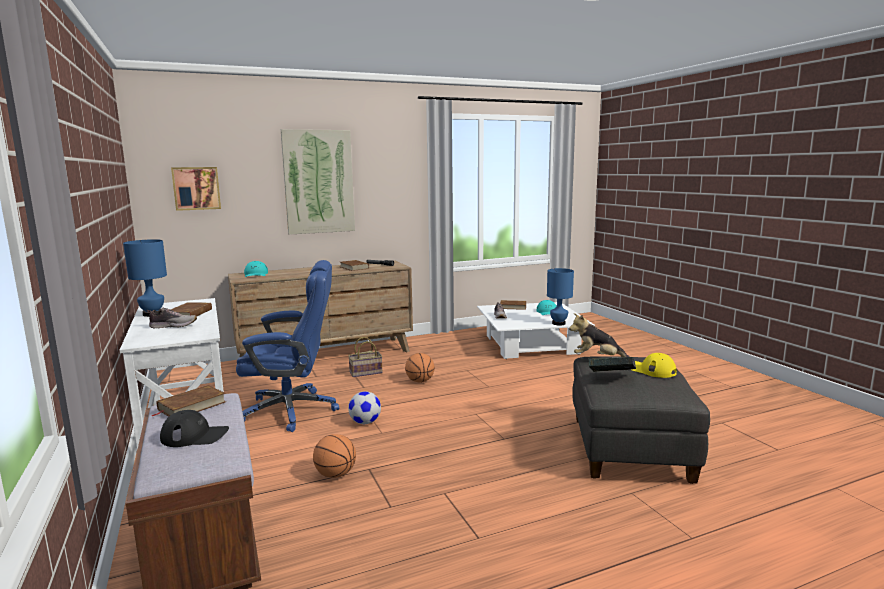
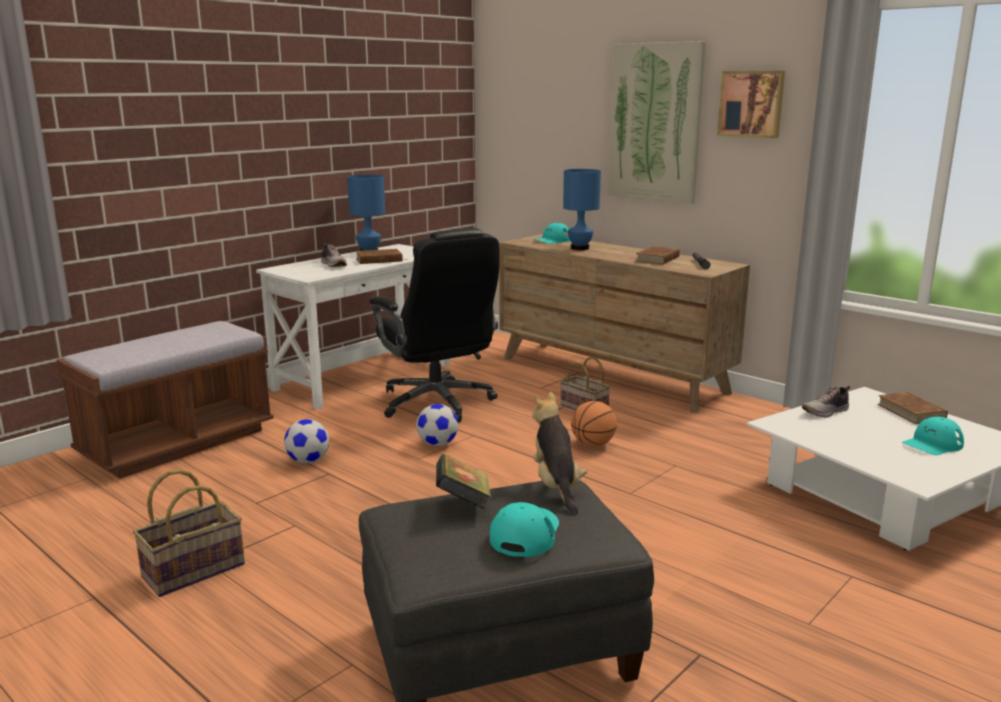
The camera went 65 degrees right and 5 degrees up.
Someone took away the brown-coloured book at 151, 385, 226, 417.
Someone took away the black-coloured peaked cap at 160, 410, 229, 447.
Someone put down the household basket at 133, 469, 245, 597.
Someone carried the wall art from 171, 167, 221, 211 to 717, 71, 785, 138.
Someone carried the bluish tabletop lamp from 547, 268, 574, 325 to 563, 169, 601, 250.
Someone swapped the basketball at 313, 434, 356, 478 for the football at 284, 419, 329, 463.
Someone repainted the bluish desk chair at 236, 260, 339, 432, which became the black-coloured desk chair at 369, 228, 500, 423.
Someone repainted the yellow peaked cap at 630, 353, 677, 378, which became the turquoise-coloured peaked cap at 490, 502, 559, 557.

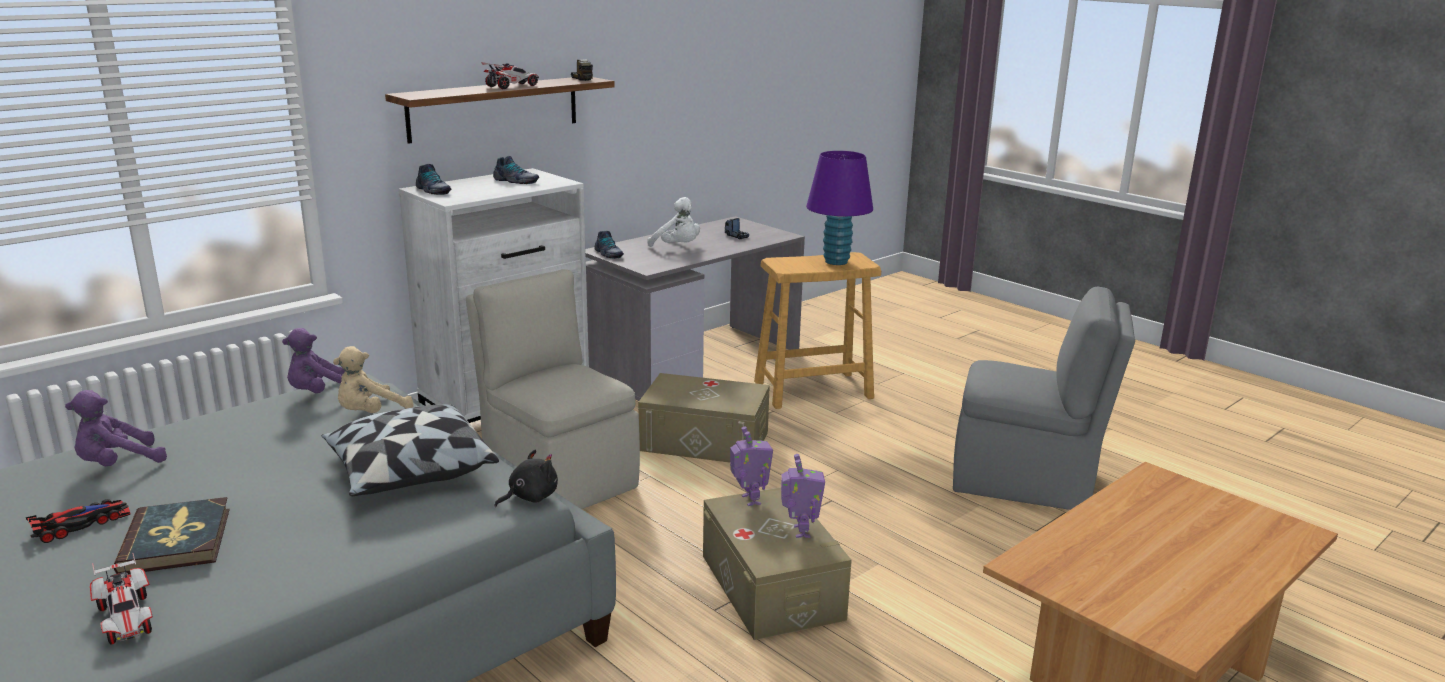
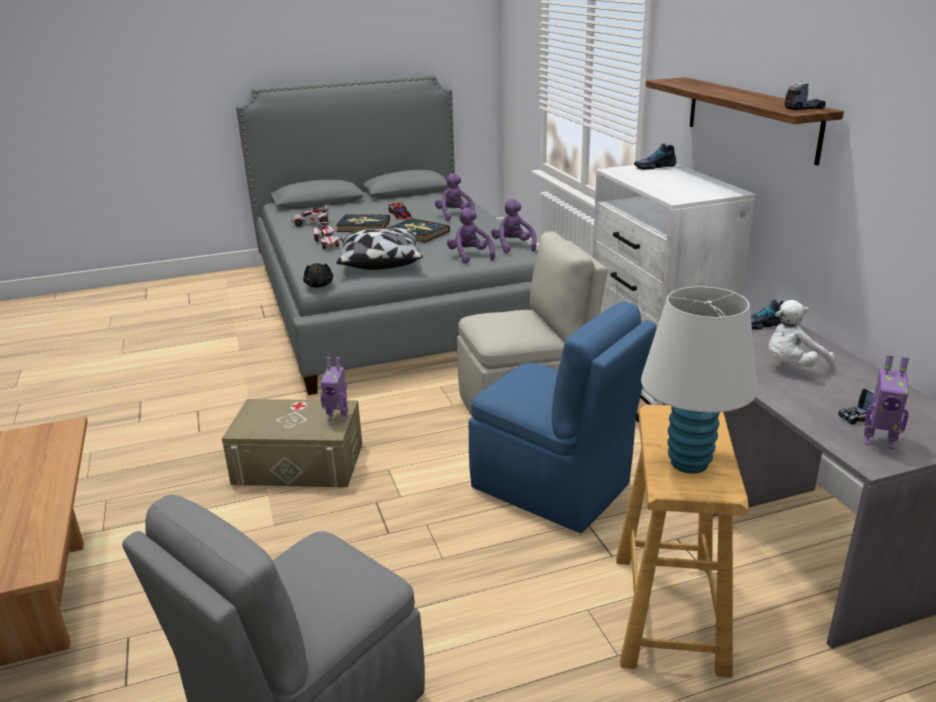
The camera went 115 degrees right and 5 degrees up.
Someone took away the shoe at 493, 156, 539, 184.
Someone put down the book at 388, 218, 450, 242.
Someone carried the model car from 481, 62, 539, 89 to 312, 219, 339, 249.
Someone carried the toy robot from 781, 454, 825, 538 to 864, 355, 909, 449.
Someone swapped the beige storage box at 638, 373, 770, 463 for the bluish plain chair at 469, 301, 657, 533.
Someone repainted the beige soft toy at 333, 346, 414, 413, which became the purple soft toy at 447, 207, 495, 264.
Someone repainted the purple tabletop lamp at 806, 151, 873, 265, which became the whitish tabletop lamp at 641, 286, 758, 474.

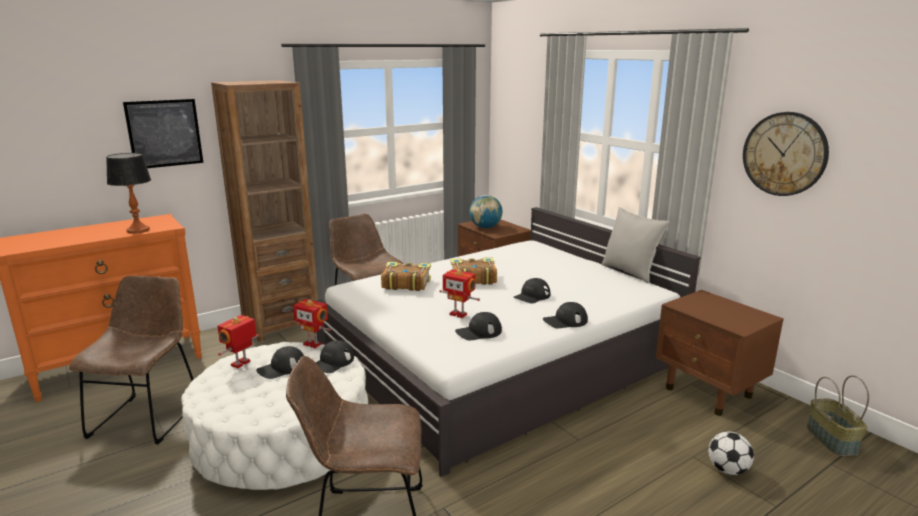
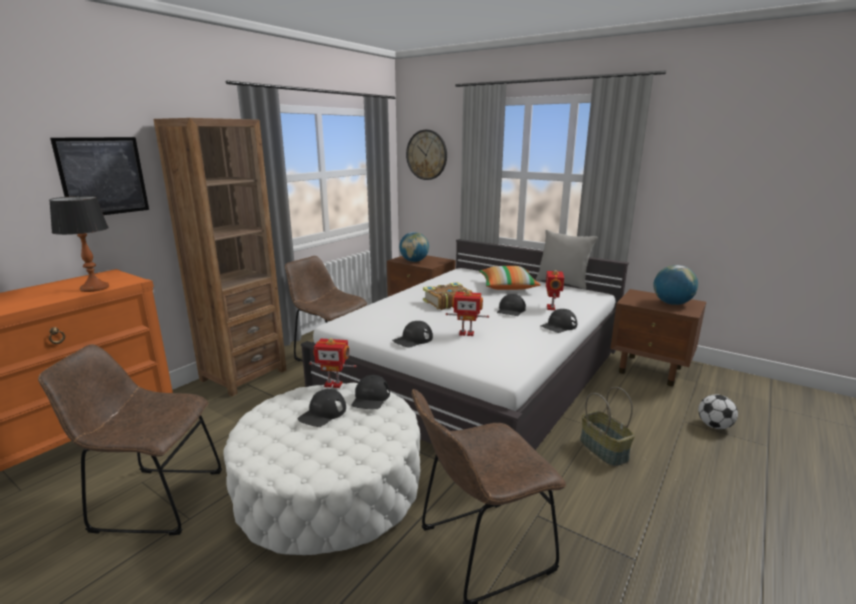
The camera went 20 degrees left and 0 degrees up.
Someone took away the book at 381, 262, 431, 291.
Someone put down the pillow at 479, 266, 541, 290.
Someone put down the world globe at 653, 265, 698, 305.
Someone carried the toy robot from 217, 315, 259, 368 to 546, 270, 564, 310.
Someone carried the black-coloured peaked cap from 455, 312, 502, 341 to 392, 321, 433, 348.
Someone carried the wall clock from 743, 112, 829, 196 to 406, 130, 447, 180.
Someone carried the household basket from 807, 375, 869, 456 to 580, 387, 635, 467.
Someone rotated the brown-coloured plain chair at 69, 276, 194, 444 by 75 degrees counterclockwise.

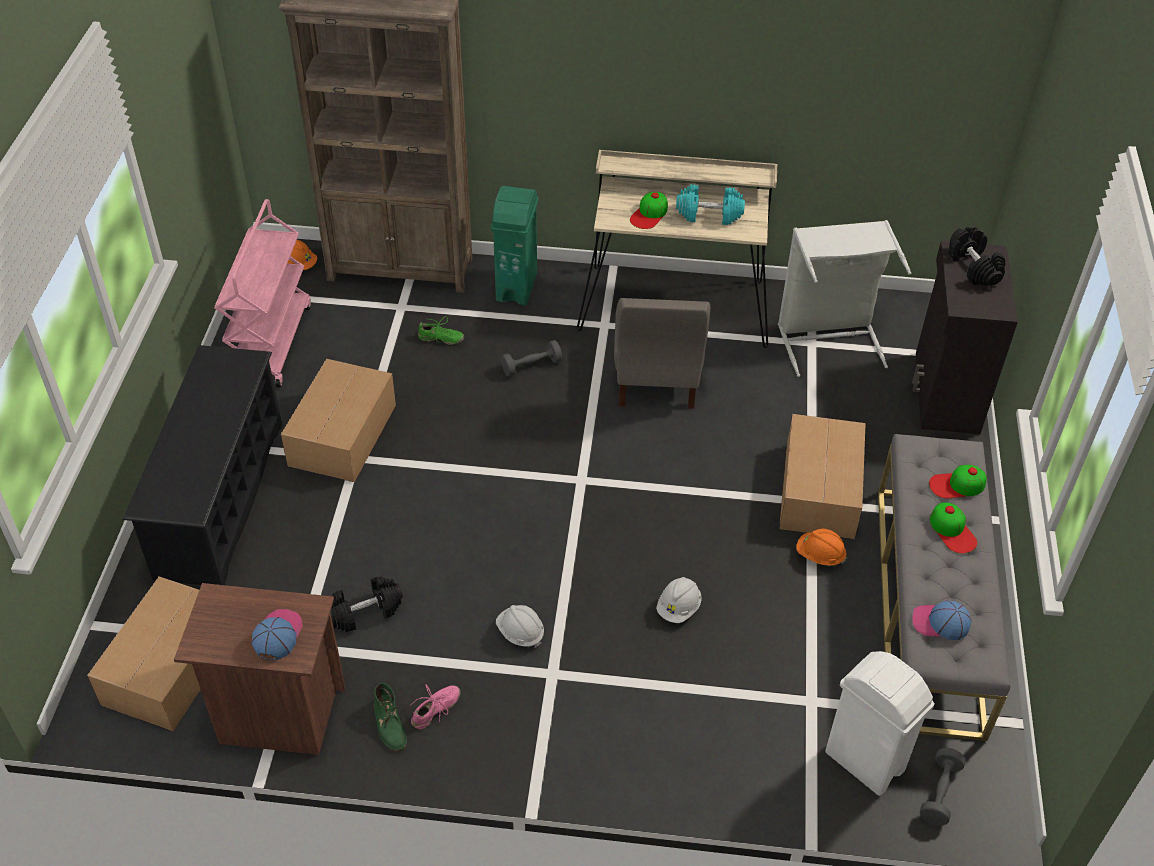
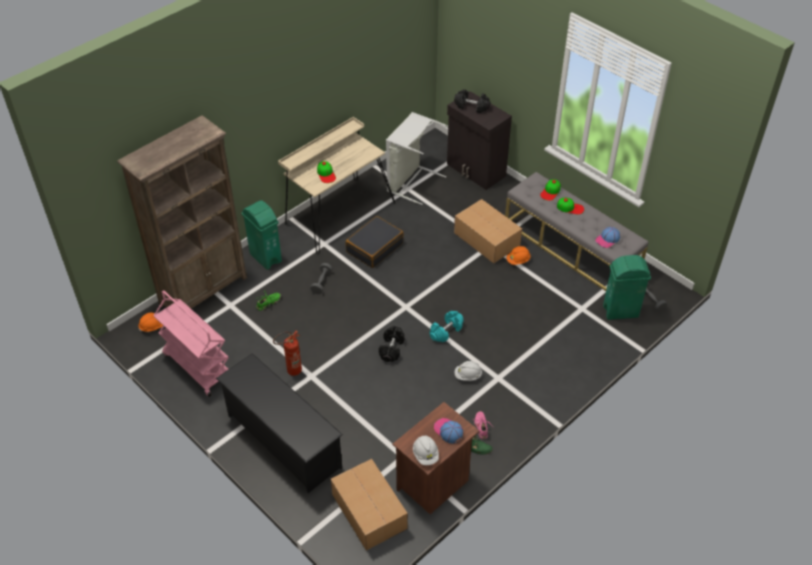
The camera went 50 degrees left and 0 degrees up.
Someone carried the black-coloured hand weight from 331, 576, 403, 632 to 379, 326, 405, 362.
Someone carried the whitish work helmet from 656, 577, 701, 623 to 413, 435, 439, 465.
Someone carried the turquoise-coloured hand weight from 676, 184, 745, 225 to 430, 311, 464, 342.
Someone swapped the packing box at 281, 359, 396, 482 for the fire-fighting cylinder at 273, 330, 302, 376.
Someone swapped the greyish plain chair at 614, 298, 710, 409 for the black-coloured piece of luggage at 346, 216, 404, 268.
Someone repainted the whitish rubbish bin at 825, 651, 934, 796, which became the green-coloured rubbish bin at 603, 255, 651, 320.

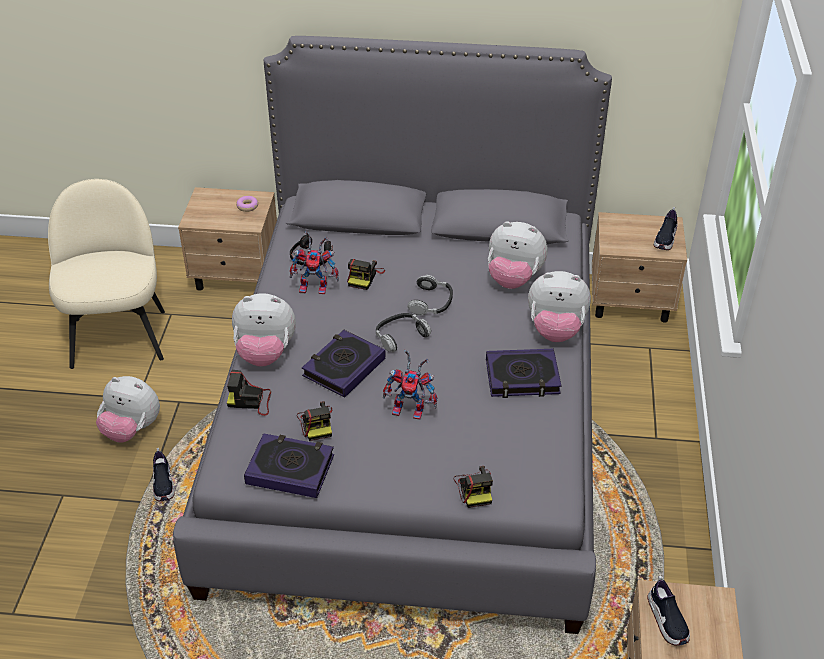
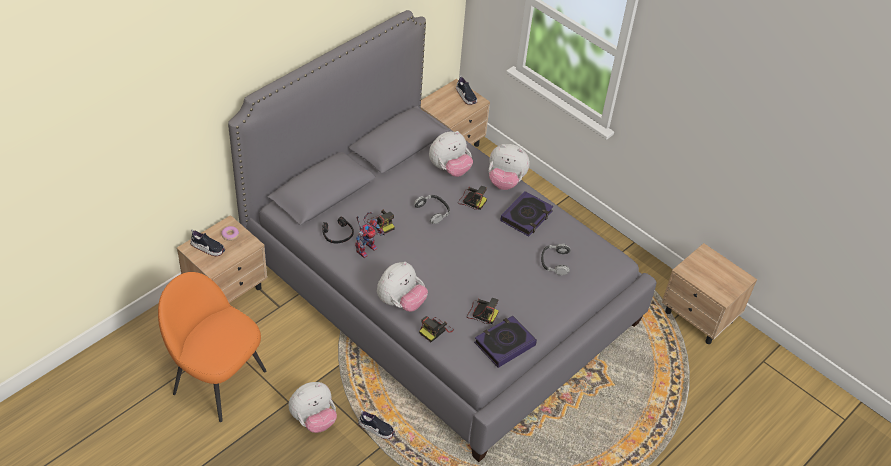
The camera went 55 degrees left and 5 degrees up.
Someone took away the book at 302, 330, 386, 398.
Someone took away the toy robot at 383, 350, 437, 420.
Someone carried the headset from 376, 313, 431, 352 to 541, 244, 571, 275.
Someone carried the still camera from 454, 466, 493, 508 to 458, 186, 487, 210.
Someone carried the shoe from 648, 576, 690, 646 to 190, 229, 225, 256.
Someone repainted the beige plain chair at 48, 179, 165, 369, which became the orangey plain chair at 158, 272, 267, 422.
Someone rotated the soft toy at 528, 271, 591, 342 by 60 degrees clockwise.

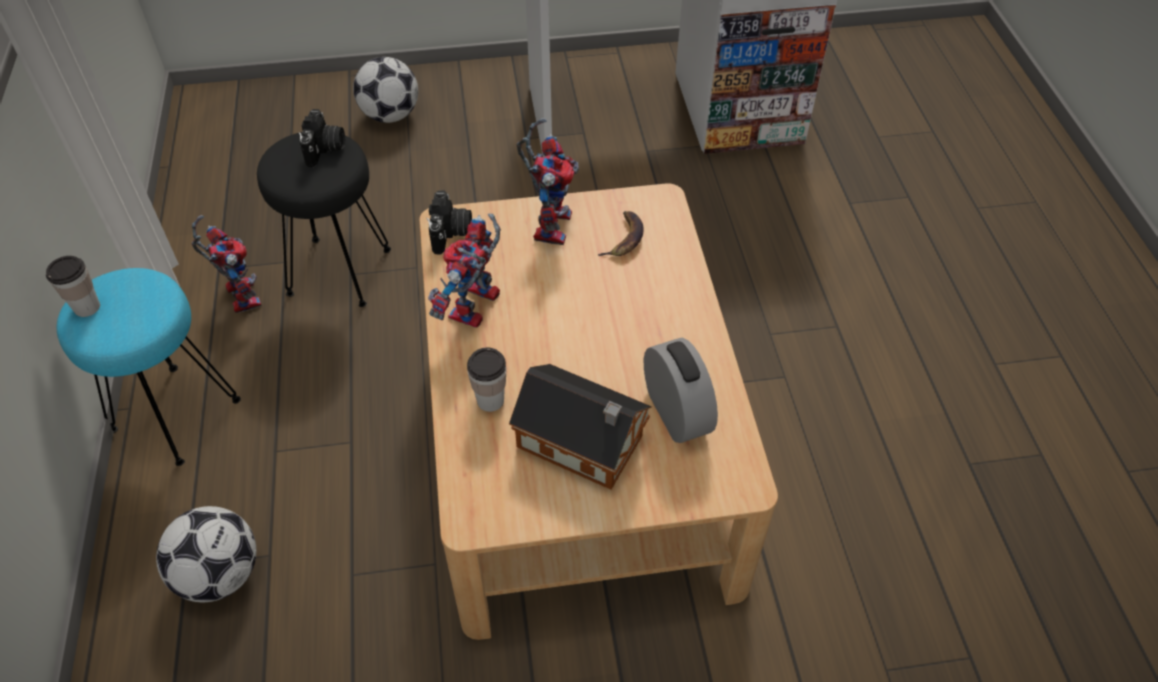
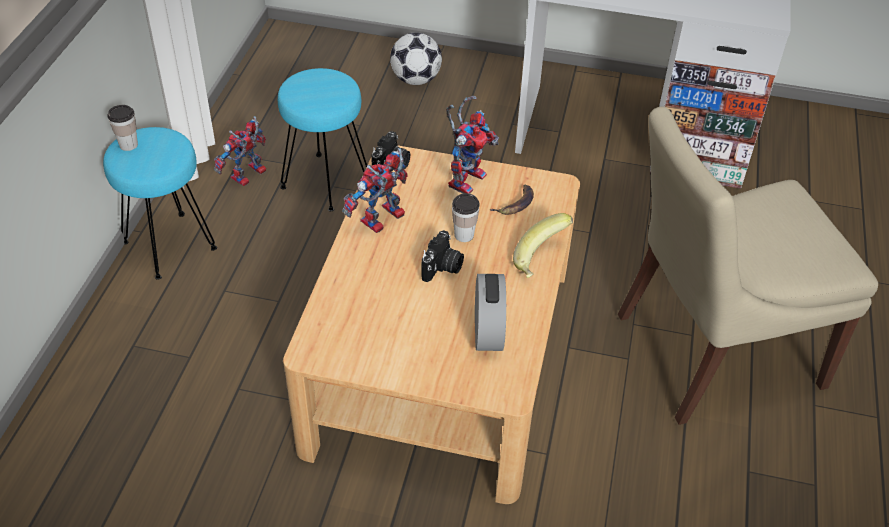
The camera went 20 degrees right and 5 degrees down.
Someone took away the football at 156, 506, 257, 602.
Someone took away the miniature house at 509, 364, 652, 490.
Someone put down the banana fruit at 513, 213, 573, 278.
Someone put down the beige plain chair at 618, 107, 878, 425.
Someone carried the still camera from 299, 109, 345, 167 to 421, 230, 464, 282.
Someone carried the cup from 467, 347, 507, 412 to 452, 193, 480, 242.
Someone repainted the black-coloured stool at 257, 132, 391, 307, which became the turquoise-coloured stool at 278, 68, 367, 211.
Someone rotated the toy robot at 192, 215, 262, 313 by 135 degrees counterclockwise.

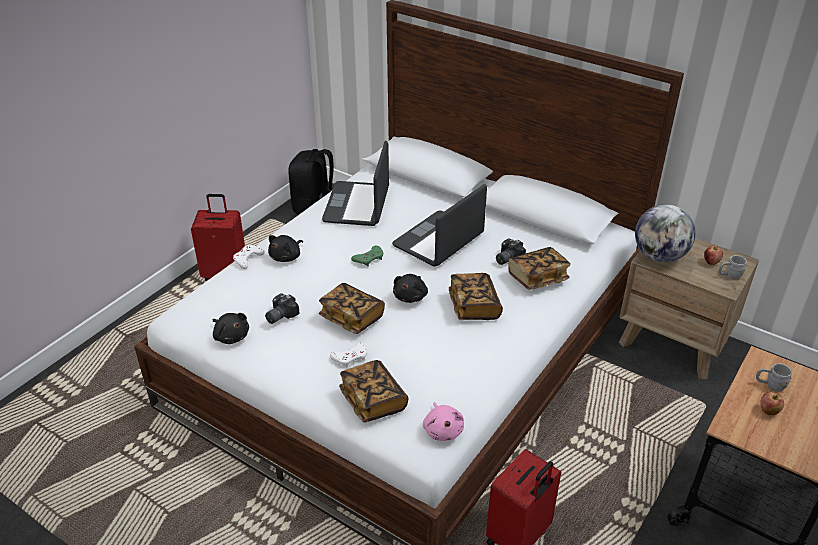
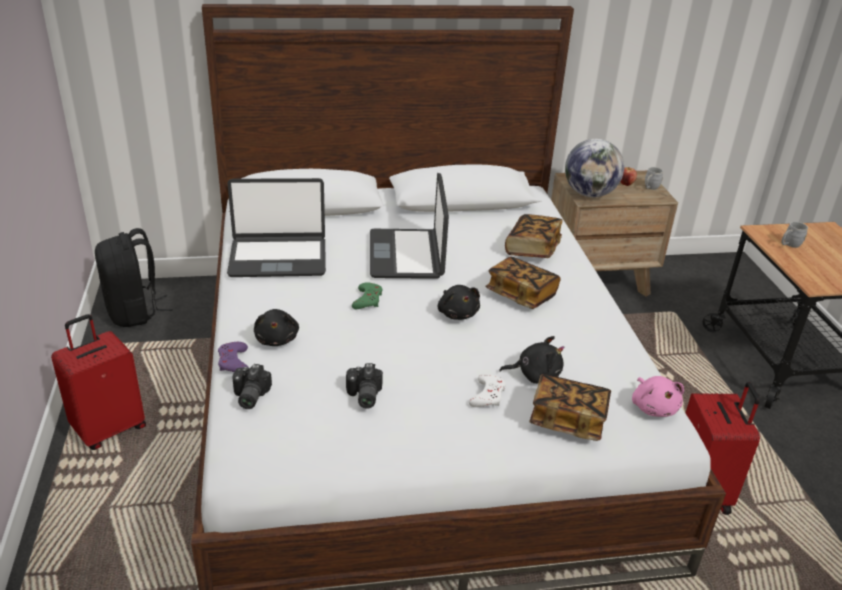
The camera went 45 degrees left and 5 degrees down.
Someone took away the book at 319, 283, 385, 334.
Someone took away the apple at 760, 392, 784, 415.
Someone carried the black-coloured soft toy from 213, 313, 249, 344 to 499, 336, 565, 384.
Someone carried the still camera from 496, 239, 526, 265 to 232, 364, 272, 409.
Someone repainted the whitish joypad at 233, 245, 265, 269, which became the purple joypad at 218, 342, 249, 372.
Someone rotated the laptop at 322, 141, 389, 226 by 60 degrees counterclockwise.
Someone rotated the pinkish soft toy at 423, 402, 464, 441 by 45 degrees clockwise.

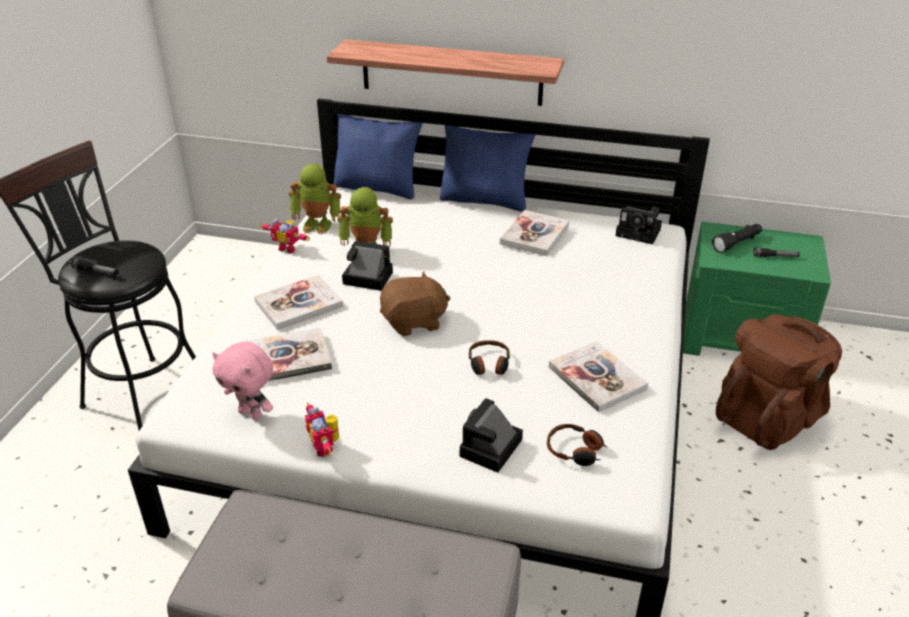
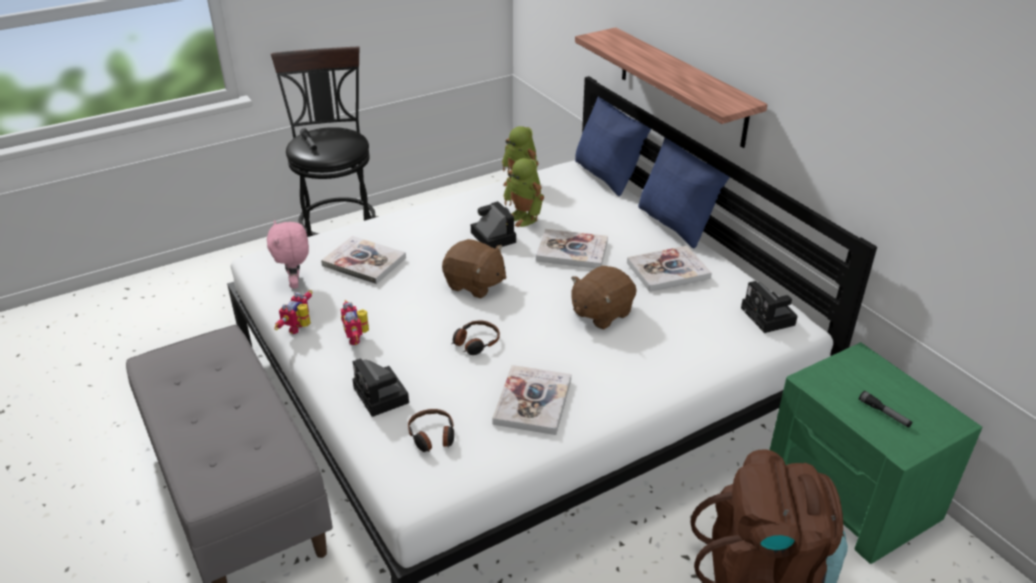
The camera went 45 degrees right and 0 degrees up.
Someone took away the black-coloured flashlight at 712, 224, 762, 253.
Someone put down the brown-coloured soft toy at 571, 266, 637, 329.
Someone carried the book from 254, 275, 343, 330 to 536, 229, 608, 268.
Someone carried the toy robot from 260, 219, 310, 253 to 341, 300, 369, 345.
Someone rotated the still camera at 460, 398, 523, 473 by 105 degrees counterclockwise.

